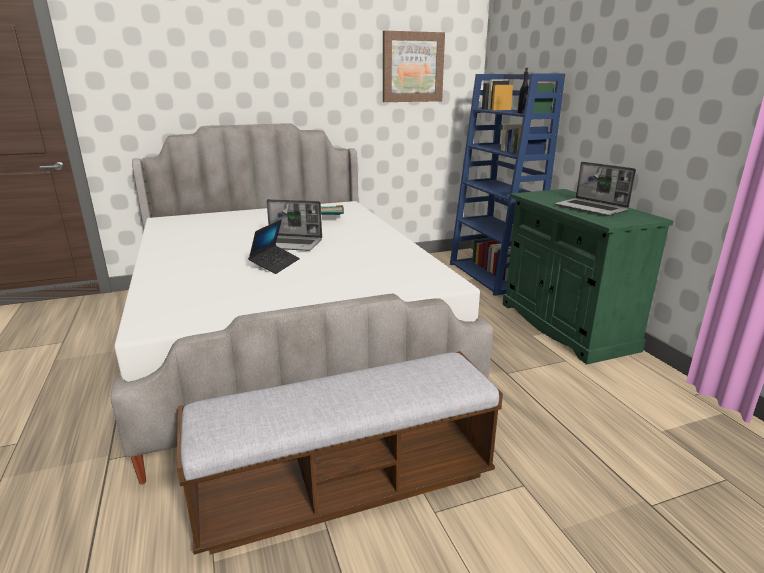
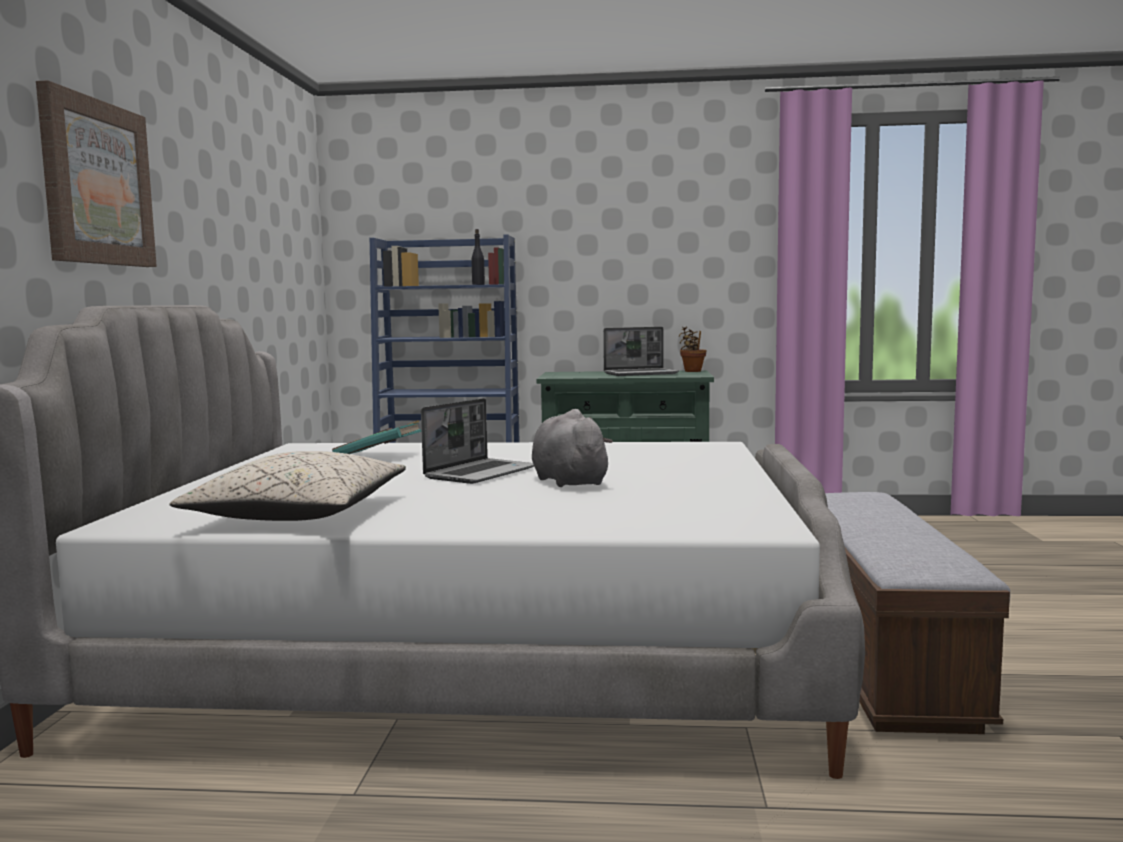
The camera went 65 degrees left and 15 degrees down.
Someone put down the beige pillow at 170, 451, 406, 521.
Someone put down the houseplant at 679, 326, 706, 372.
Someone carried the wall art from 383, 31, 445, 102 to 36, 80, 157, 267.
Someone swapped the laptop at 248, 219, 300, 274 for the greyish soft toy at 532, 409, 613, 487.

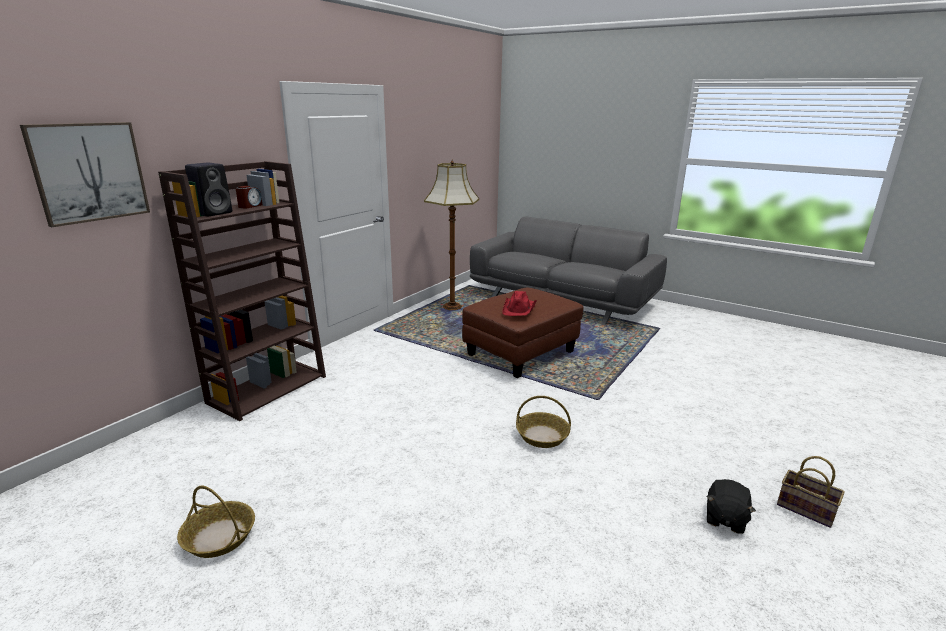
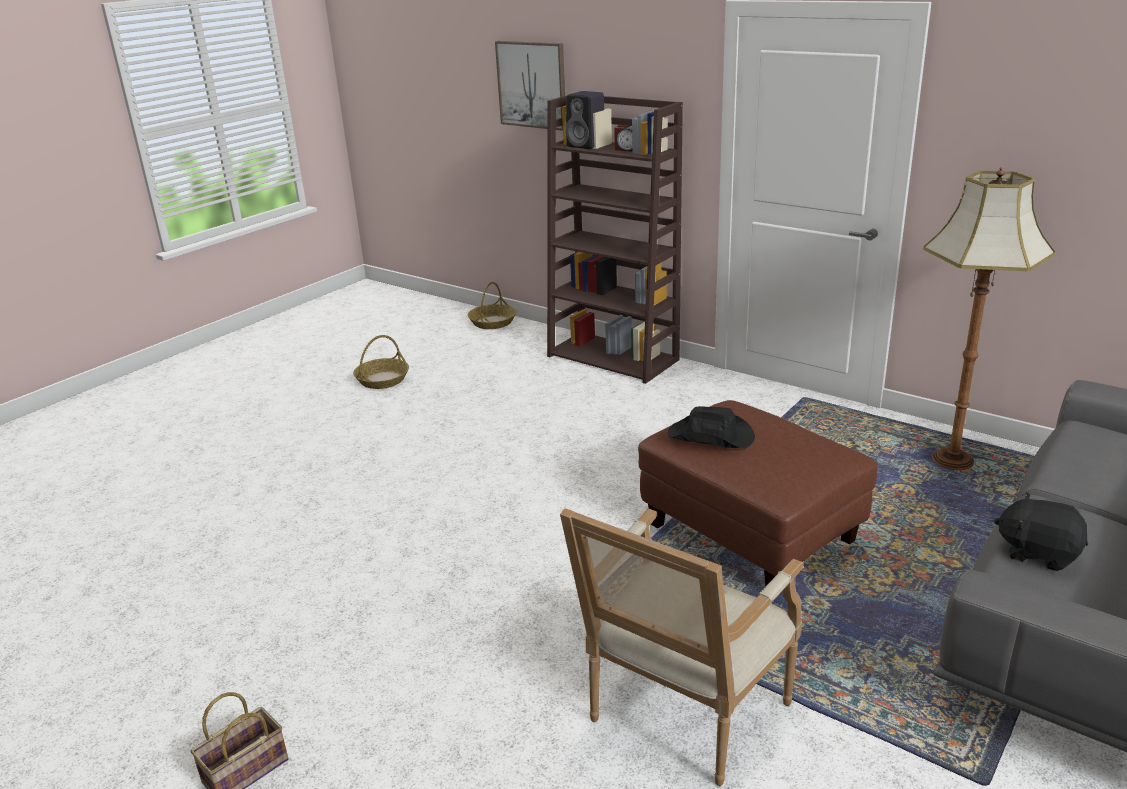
The camera went 95 degrees right and 5 degrees up.
Someone put down the lounge chair at 560, 508, 803, 786.
Someone carried the household basket from 516, 396, 571, 448 to 468, 282, 516, 329.
Someone carried the black-coloured soft toy from 706, 479, 756, 534 to 994, 493, 1088, 571.
Someone repainted the reddish hat at 502, 291, 537, 316, which became the black-coloured hat at 668, 406, 755, 449.

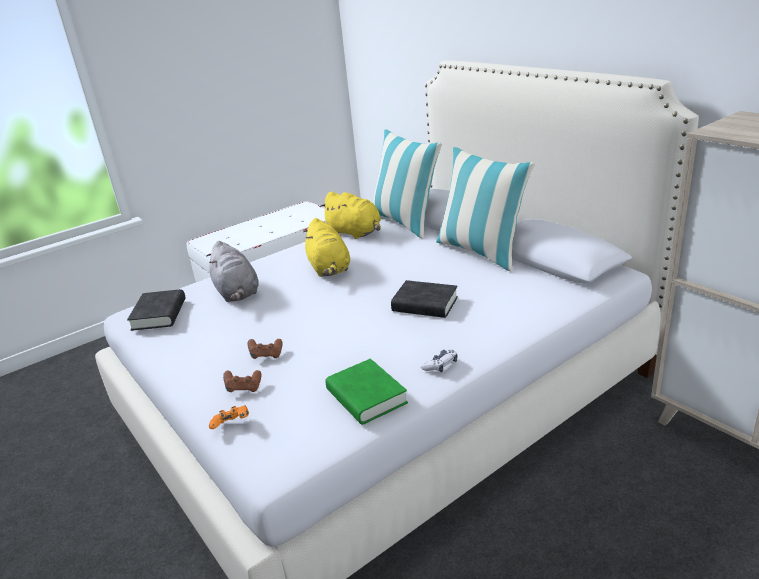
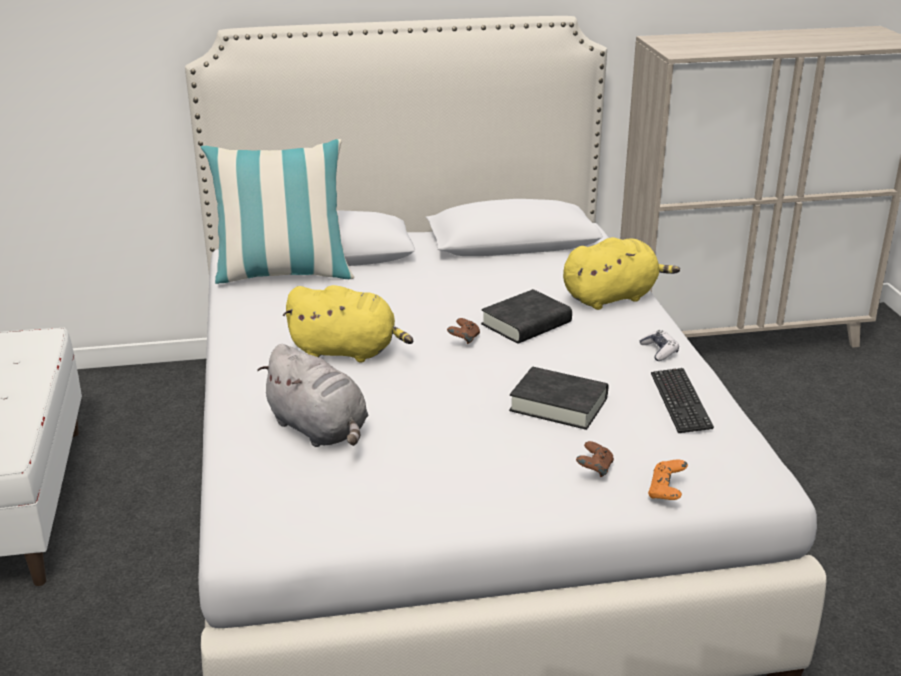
The camera went 65 degrees left and 0 degrees up.
Someone took away the pillow at 436, 147, 535, 271.
Someone carried the black-coloured book from 127, 289, 185, 331 to 509, 367, 608, 430.
Someone carried the brown-coloured joypad from 248, 339, 283, 359 to 447, 318, 480, 344.
Someone carried the yellow soft toy from 320, 191, 381, 239 to 563, 237, 680, 310.
Someone swapped the green-coloured book at 325, 359, 408, 425 for the PC keyboard at 651, 368, 714, 433.
Someone rotated the greyish soft toy at 206, 241, 259, 302 by 45 degrees clockwise.

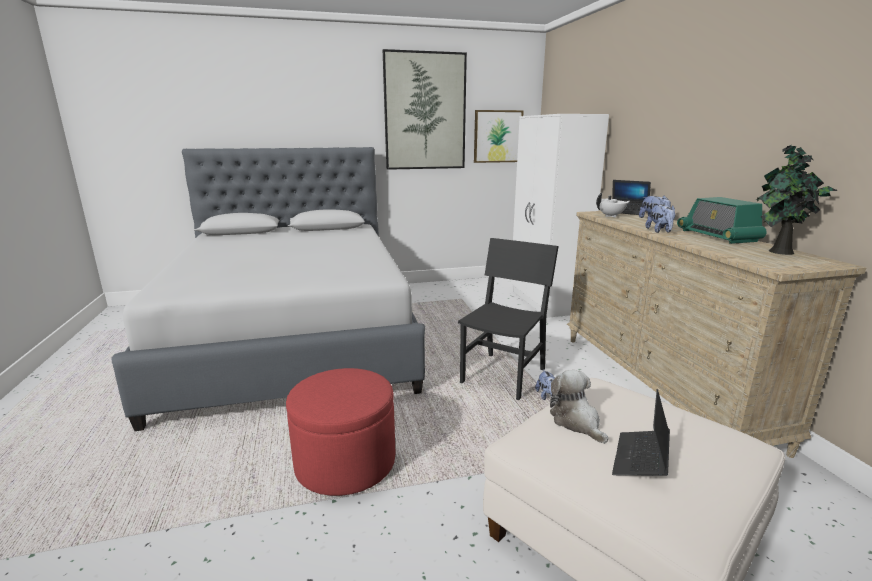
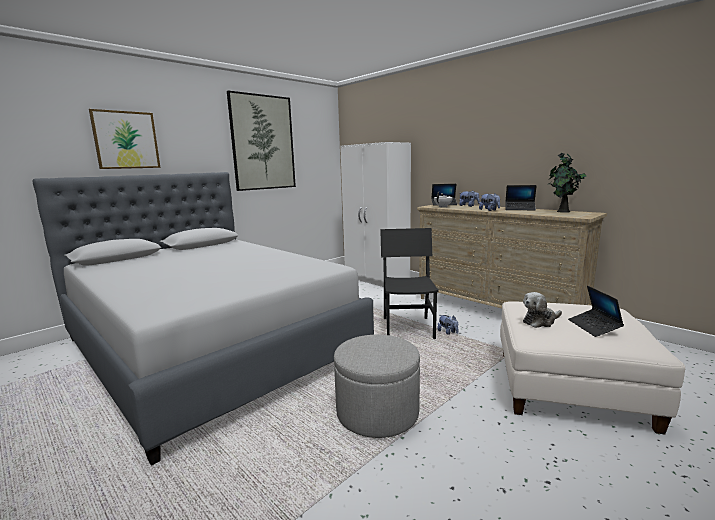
The camera went 30 degrees left and 5 degrees down.
Someone carried the wall art from 474, 110, 524, 163 to 89, 109, 160, 169.
Someone swapped the radio receiver at 677, 197, 767, 244 for the laptop at 505, 185, 537, 210.
Someone repainted the reddish ottoman at 286, 368, 395, 496, which became the greyish ottoman at 334, 335, 420, 438.
Someone rotated the soft toy at 550, 370, 608, 444 by 60 degrees counterclockwise.

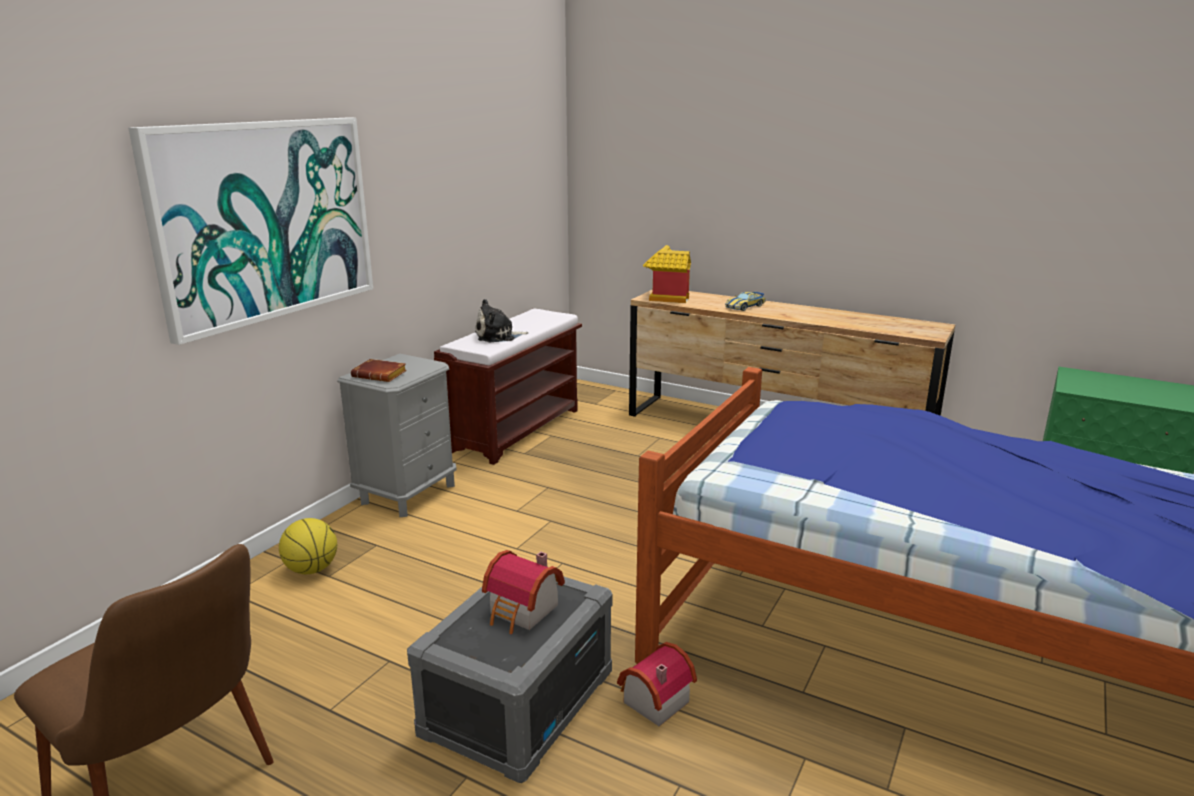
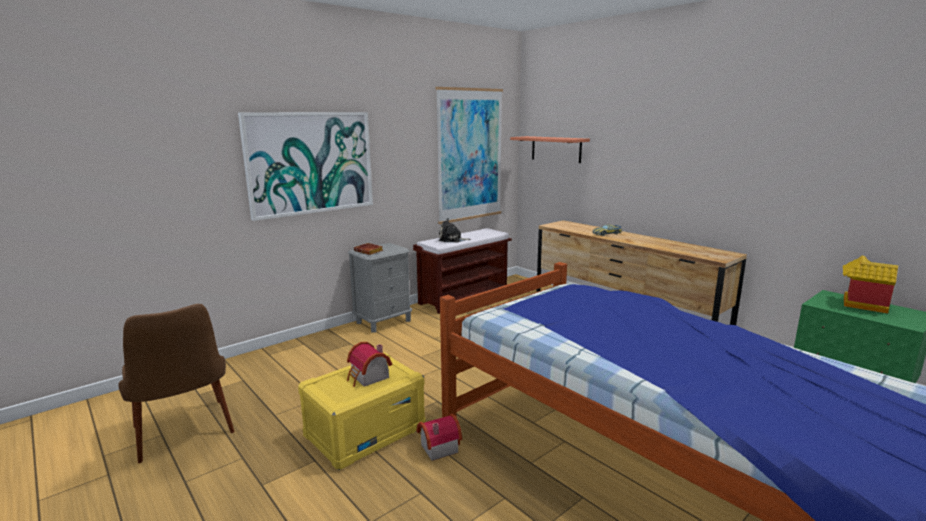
The camera went 20 degrees right and 5 degrees down.
Someone took away the basketball at 279, 518, 337, 574.
Someone put up the wall art at 435, 87, 503, 224.
Someone put up the shelf at 510, 136, 590, 163.
Someone carried the miniature house from 643, 245, 691, 303 to 843, 256, 898, 314.
Someone repainted the greyish storage box at 407, 576, 613, 783, which became the yellow storage box at 298, 352, 426, 470.

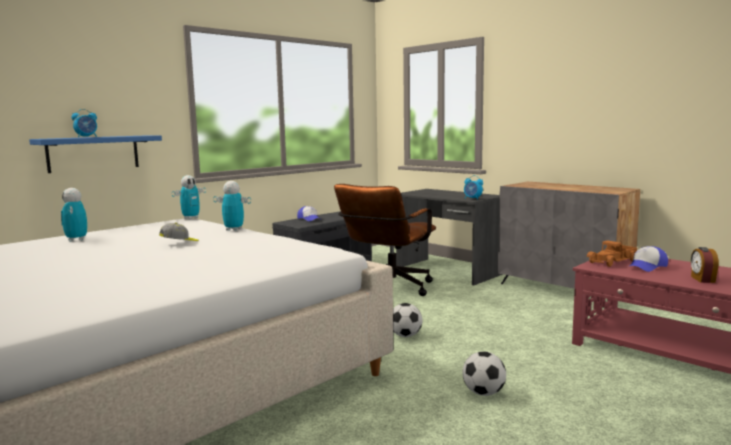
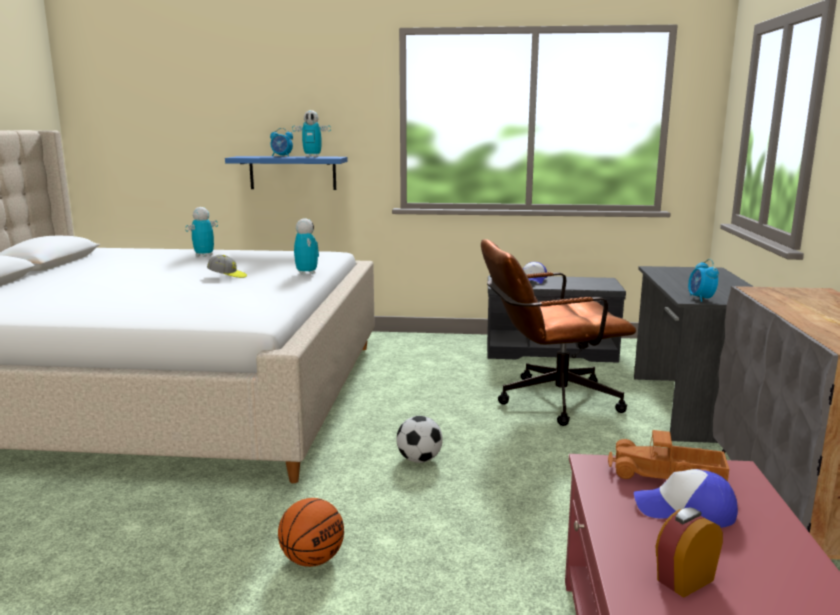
The camera went 50 degrees right and 5 degrees up.
Someone carried the toy robot from 172, 175, 206, 219 to 292, 110, 331, 157.
Someone swapped the football at 462, 351, 506, 396 for the basketball at 278, 498, 344, 567.

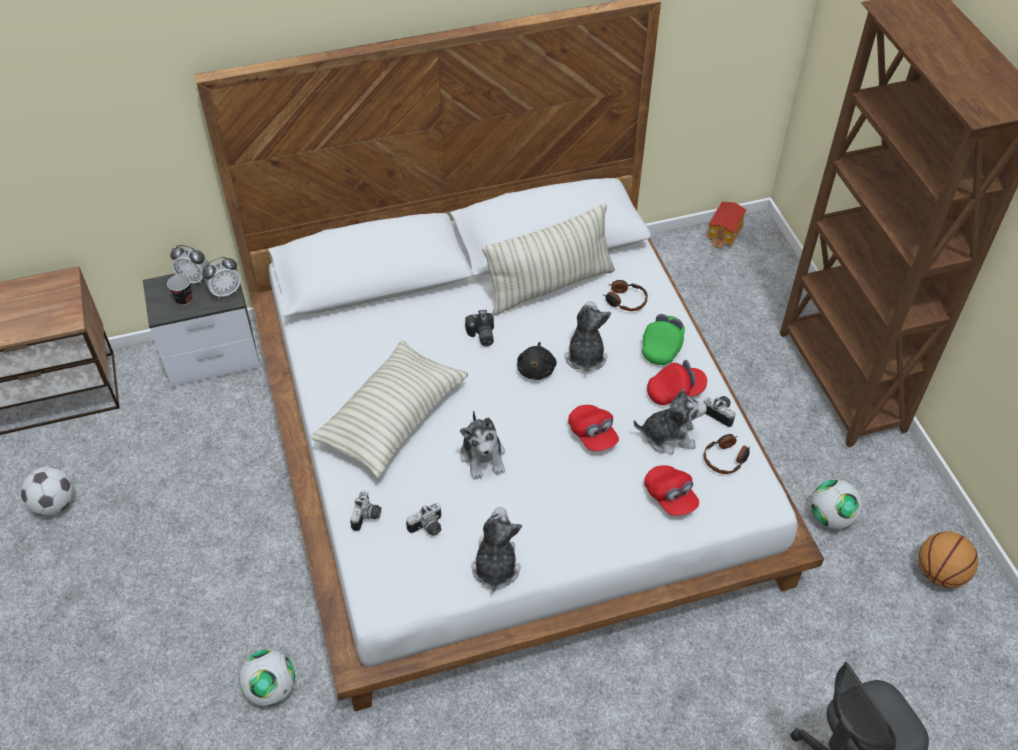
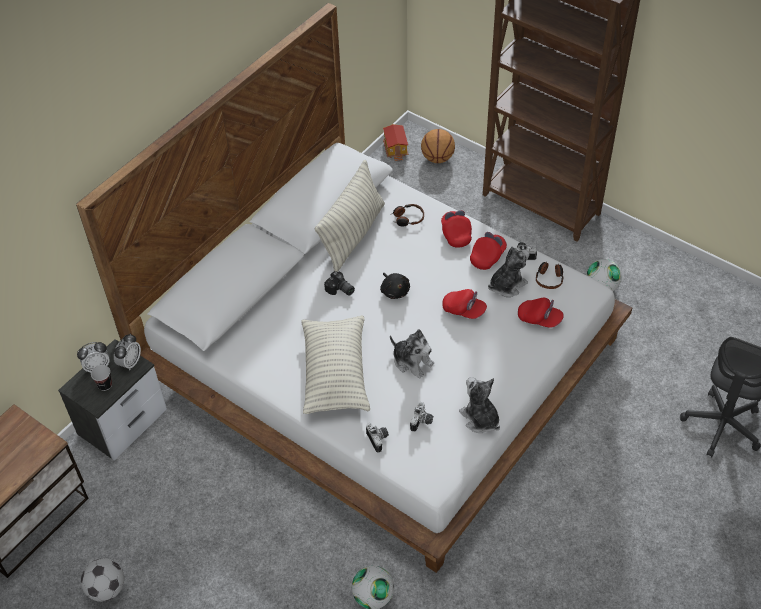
The camera went 35 degrees left and 0 degrees up.
Someone took away the soft toy at 565, 301, 611, 372.
Someone carried the basketball from 918, 531, 979, 588 to 421, 129, 455, 163.
Someone repainted the green-coloured peaked cap at 642, 314, 685, 365, which became the reddish peaked cap at 441, 210, 472, 248.

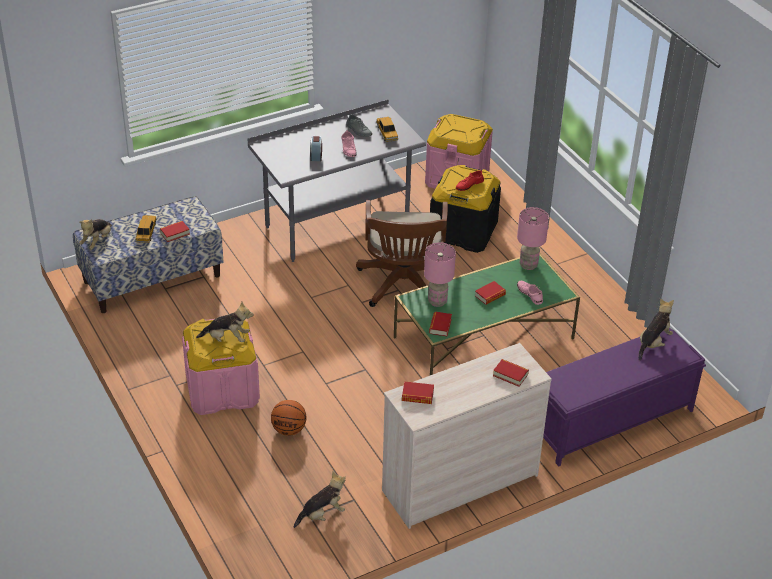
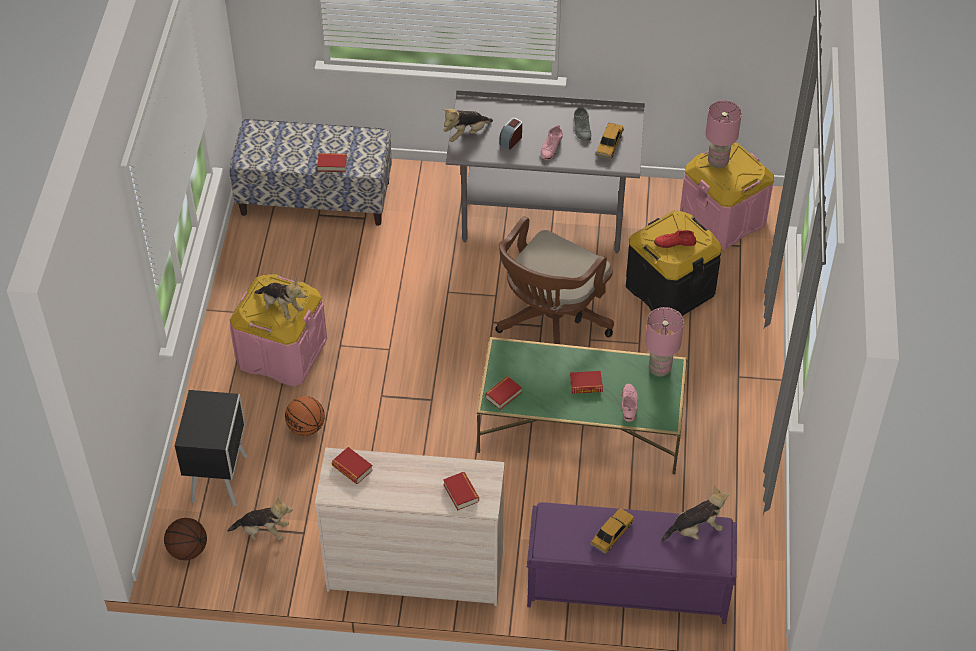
The camera went 35 degrees right and 10 degrees up.
Someone put down the basketball at 164, 518, 207, 560.
Someone put down the black-coloured nightstand at 175, 390, 248, 507.
Someone carried the soft toy from 79, 219, 112, 249 to 443, 109, 493, 142.
Someone carried the model car from 135, 215, 157, 243 to 590, 508, 634, 554.
Someone carried the pinkish tabletop lamp from 424, 243, 456, 307 to 705, 100, 742, 168.

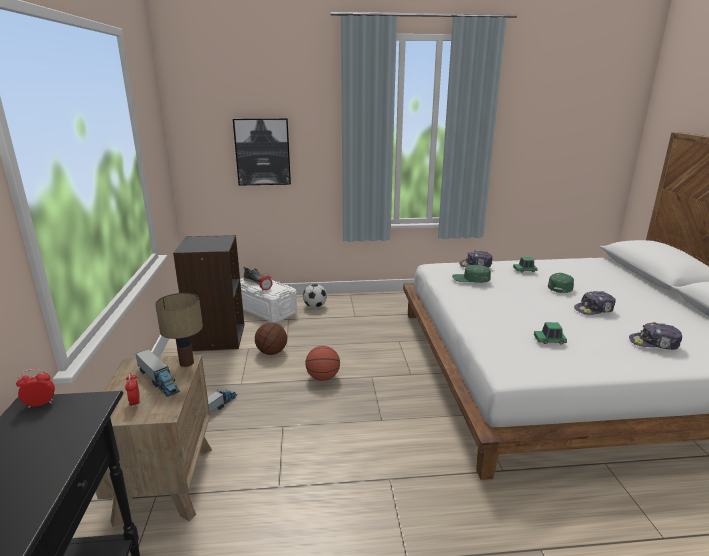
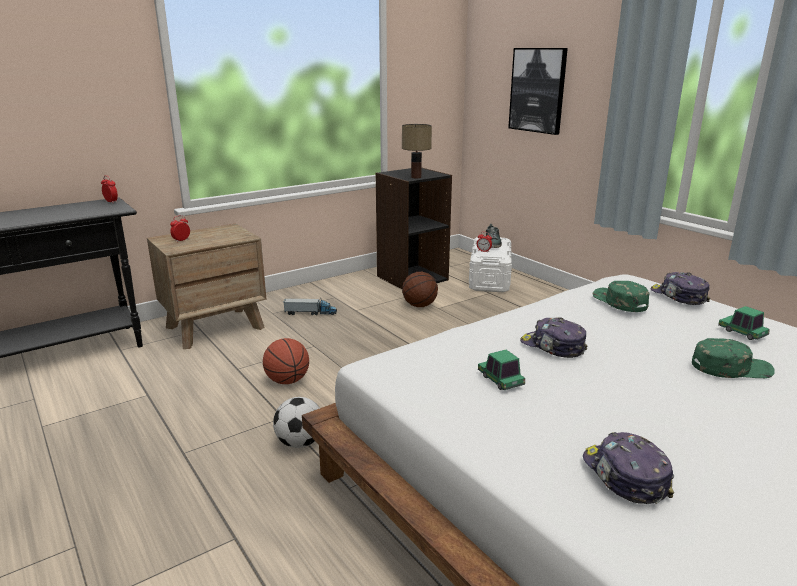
The camera went 60 degrees right and 0 degrees up.
Someone took away the toy lorry at 135, 349, 180, 397.
Someone carried the tabletop lamp from 155, 293, 203, 367 to 402, 124, 432, 178.
Someone carried the football from 303, 284, 327, 308 to 273, 397, 320, 448.
Someone carried the basketball from 305, 346, 340, 381 to 263, 338, 309, 384.
Someone carried the peaked cap from 574, 291, 616, 315 to 520, 317, 587, 358.

